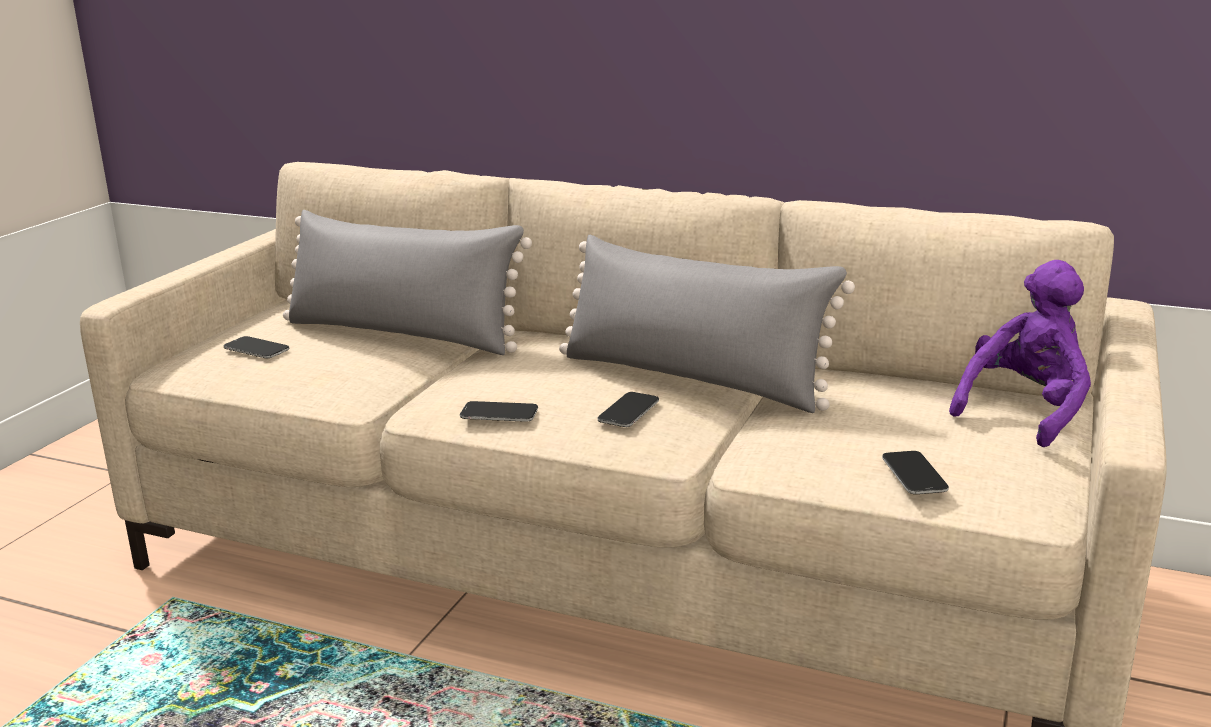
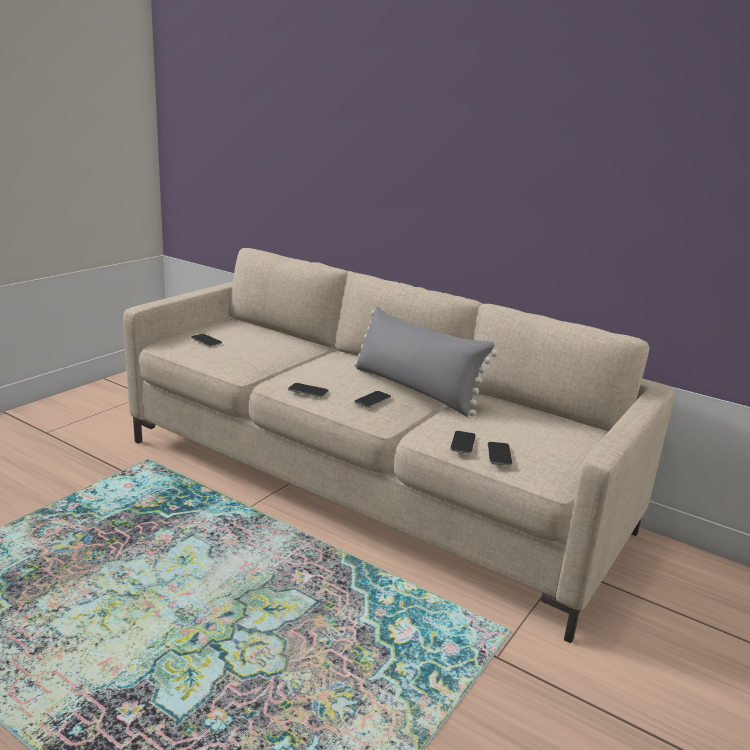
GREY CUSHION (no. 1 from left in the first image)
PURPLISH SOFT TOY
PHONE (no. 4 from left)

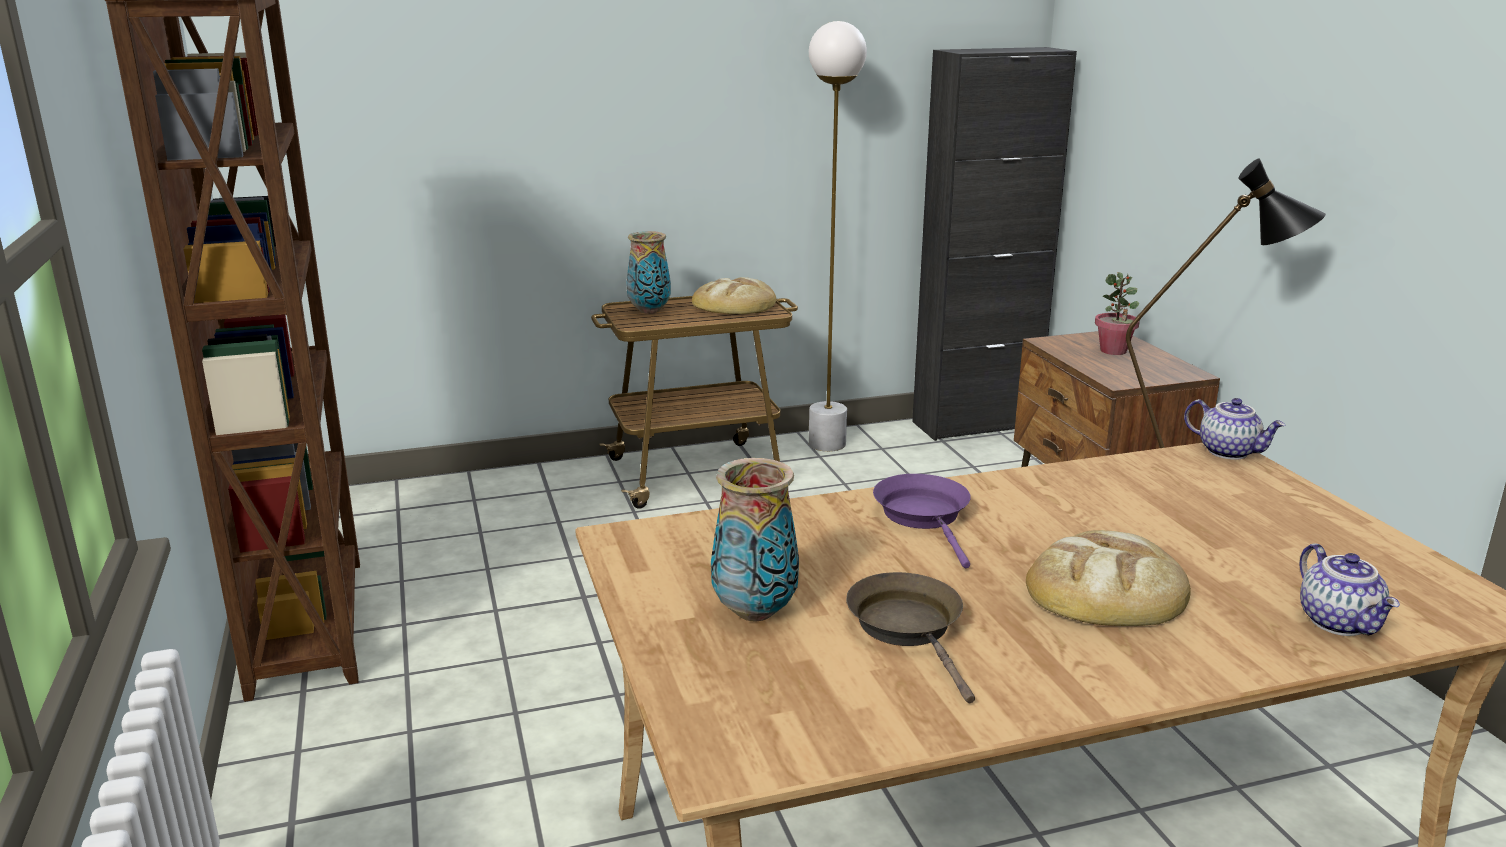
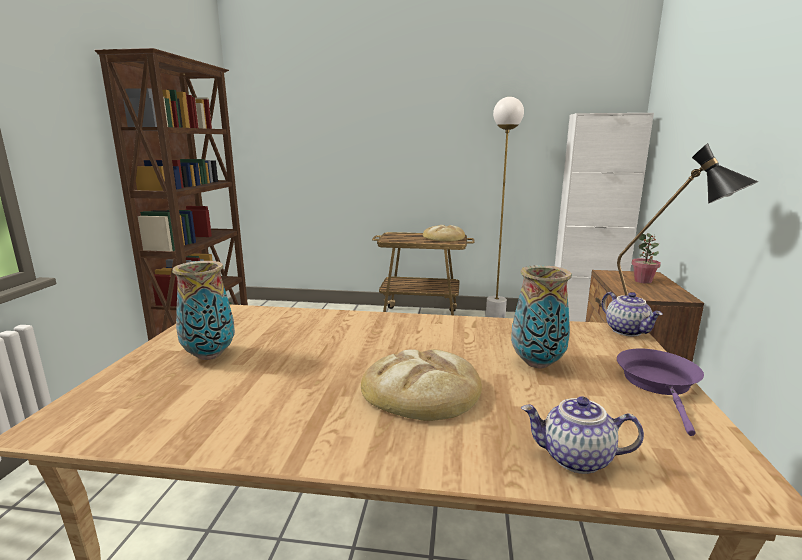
BROWNISH SKILLET
DECORATIVE VASE (no. 2 from left)
PURPLISH SKILLET
WHITISH STORAGE CABINET
TEA POT (no. 1 from left)

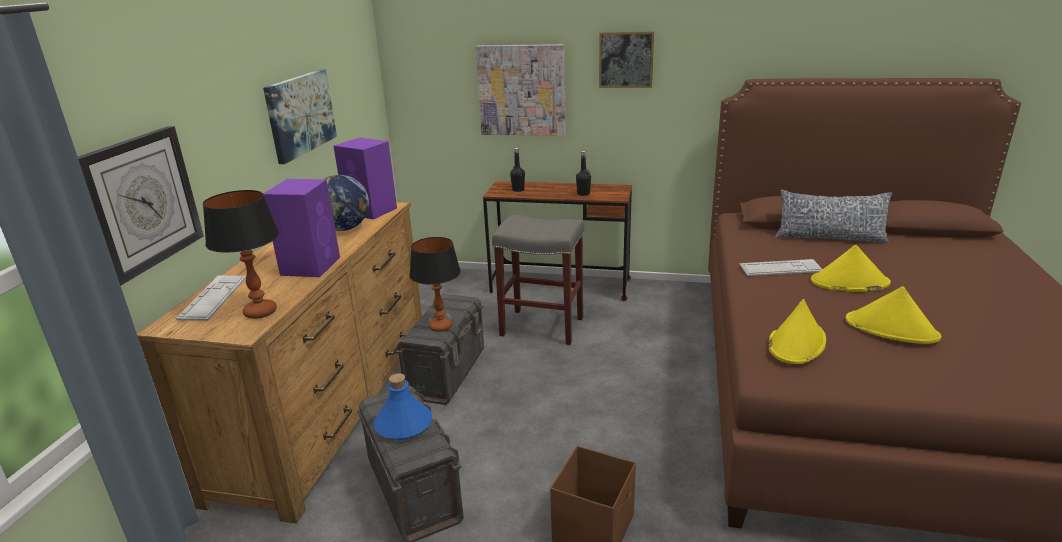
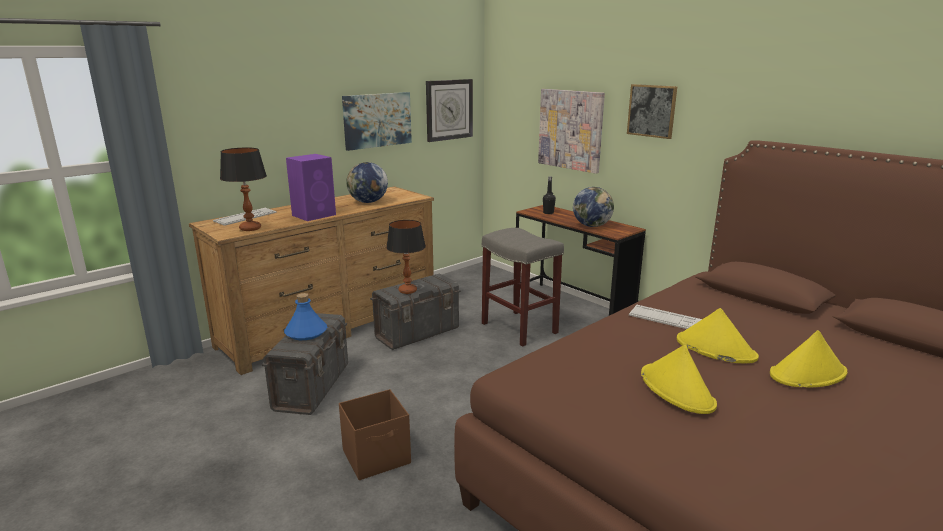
PURPLISH LOUDSPEAKER (no. 2 from left in the first image)
CUSHION
WALL CLOCK
YELLOW-COLOURED HAT (no. 3 from left)
DESK GLOBE (no. 2 from left)

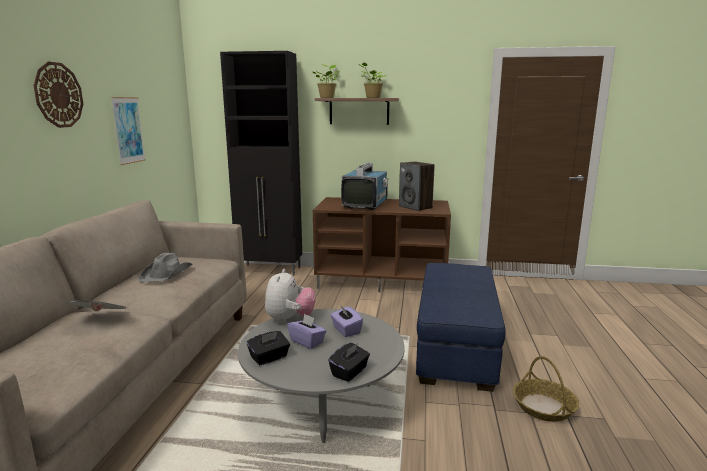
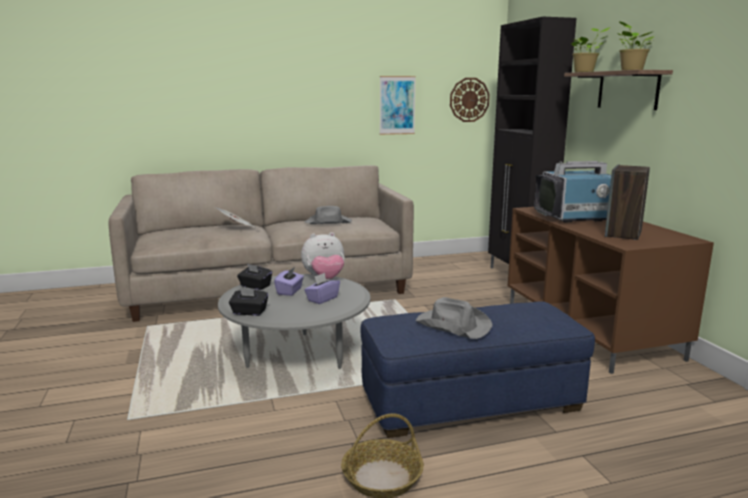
GREY HAT (no. 2 from left)
WALL CLOCK

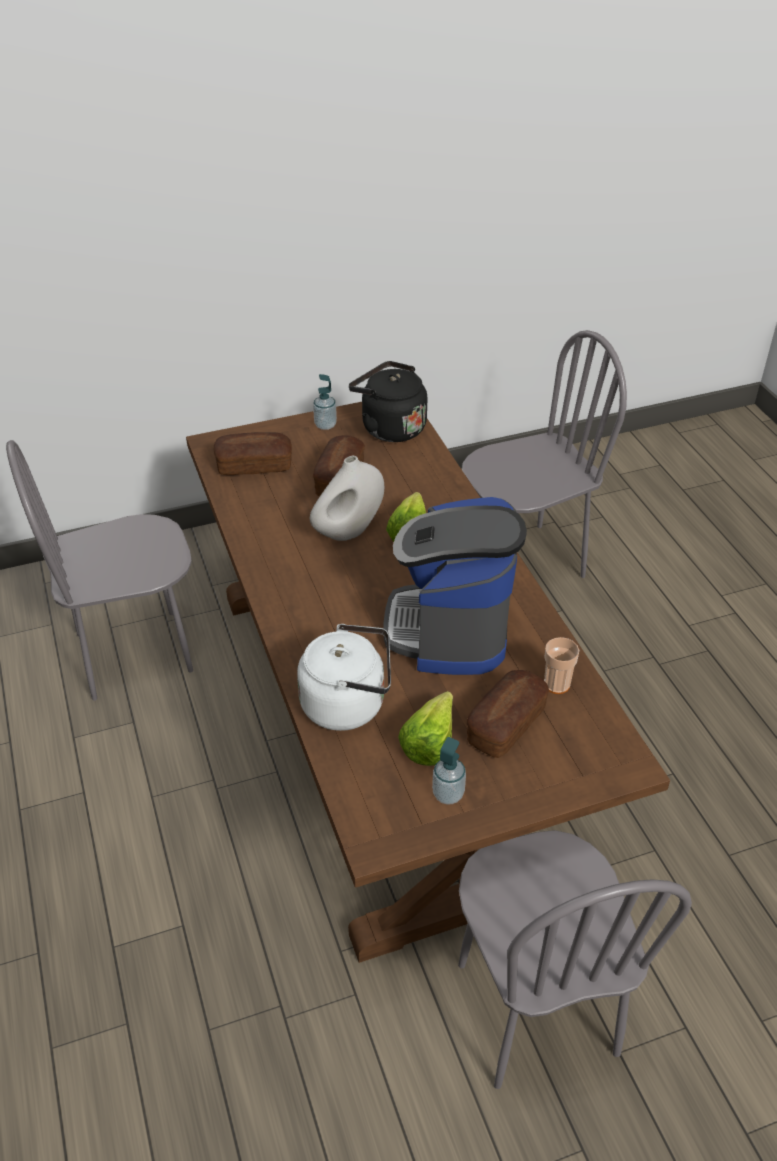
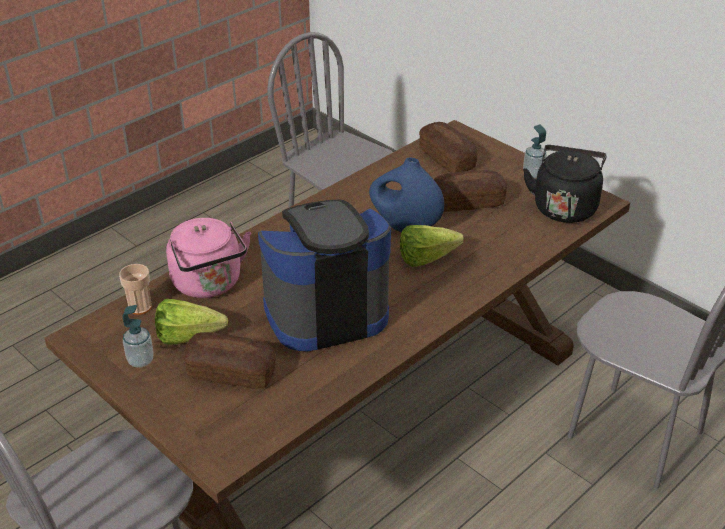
DRINKING CUP
PINKISH TEA KETTLE
BLUE DECORATIVE VASE

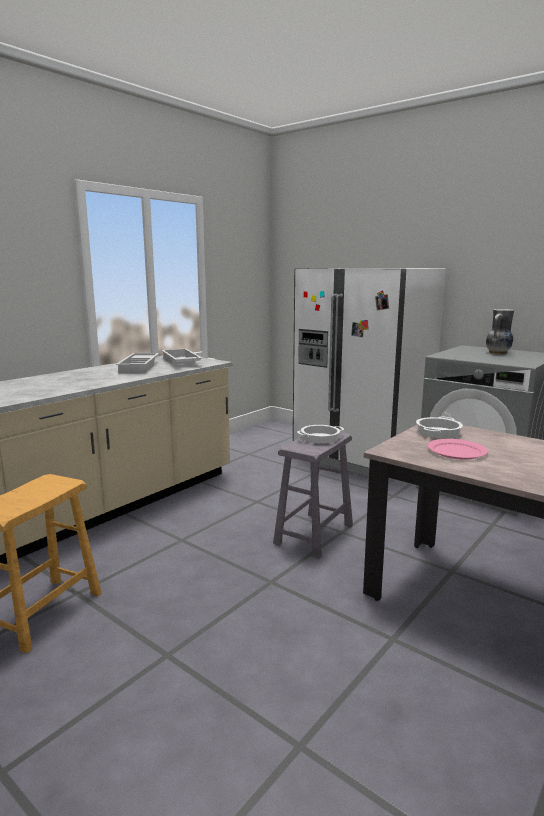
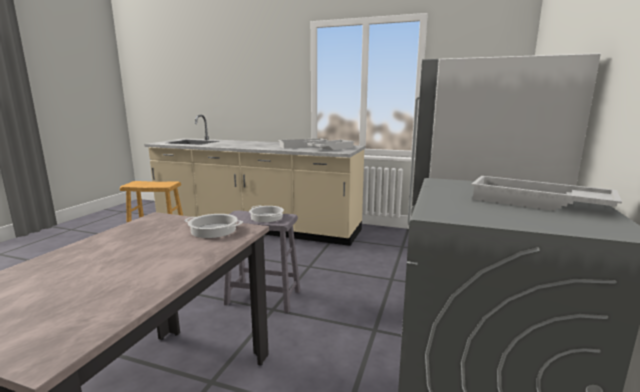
PINKISH FLAT DISH
WHITISH TRAY (no. 3 from left)

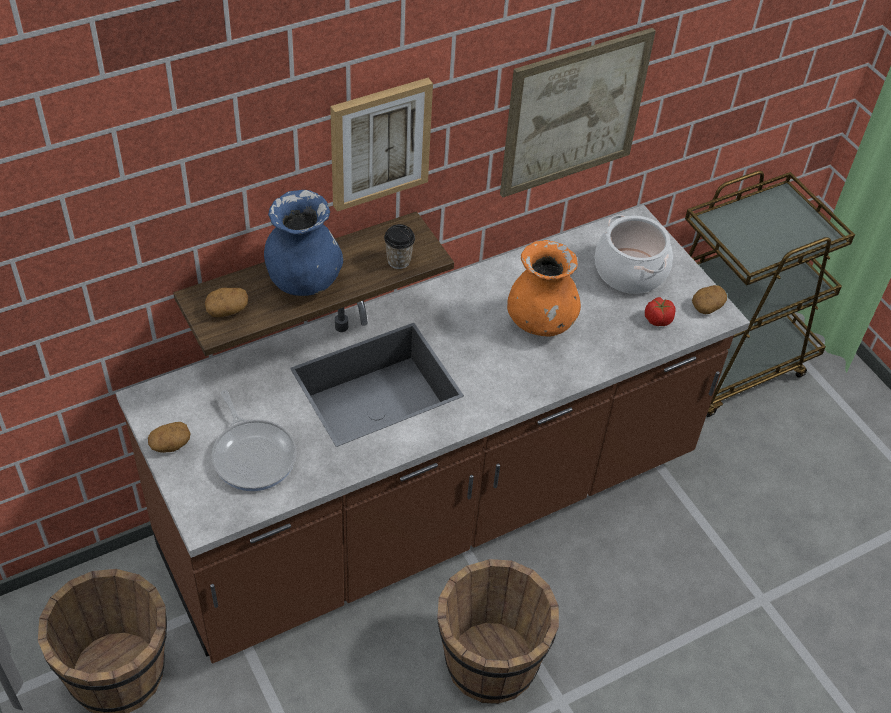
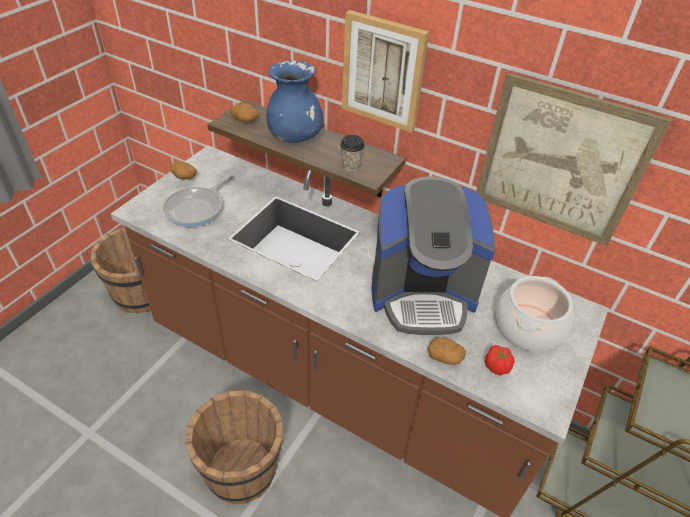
POTATO (no. 3 from left)
COFFEE MACHINE

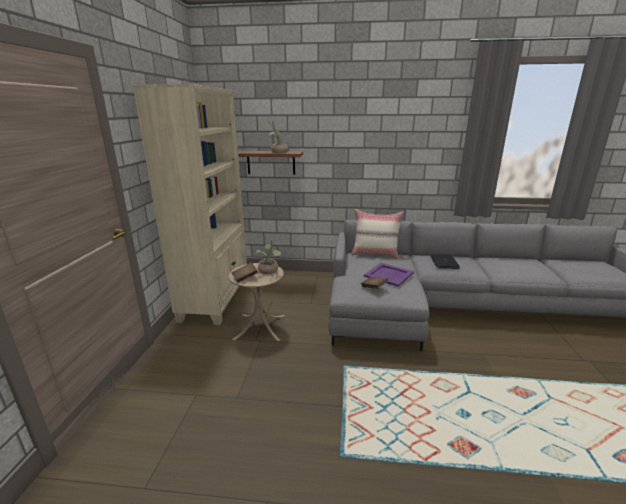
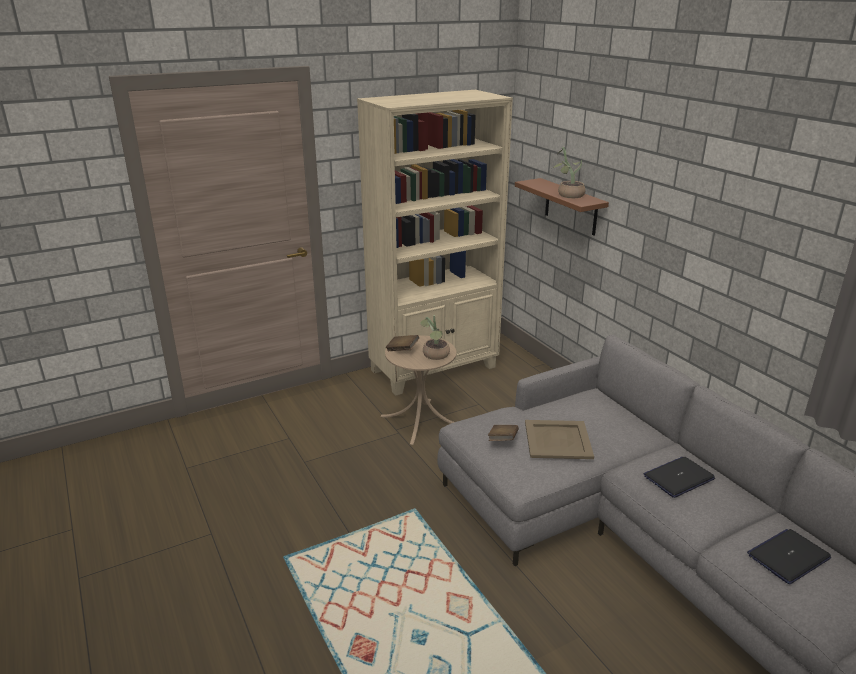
SAND-COLOURED CUSHION
NOTEBOOK COMPUTER (no. 2 from left)
SAND-COLOURED TRAY

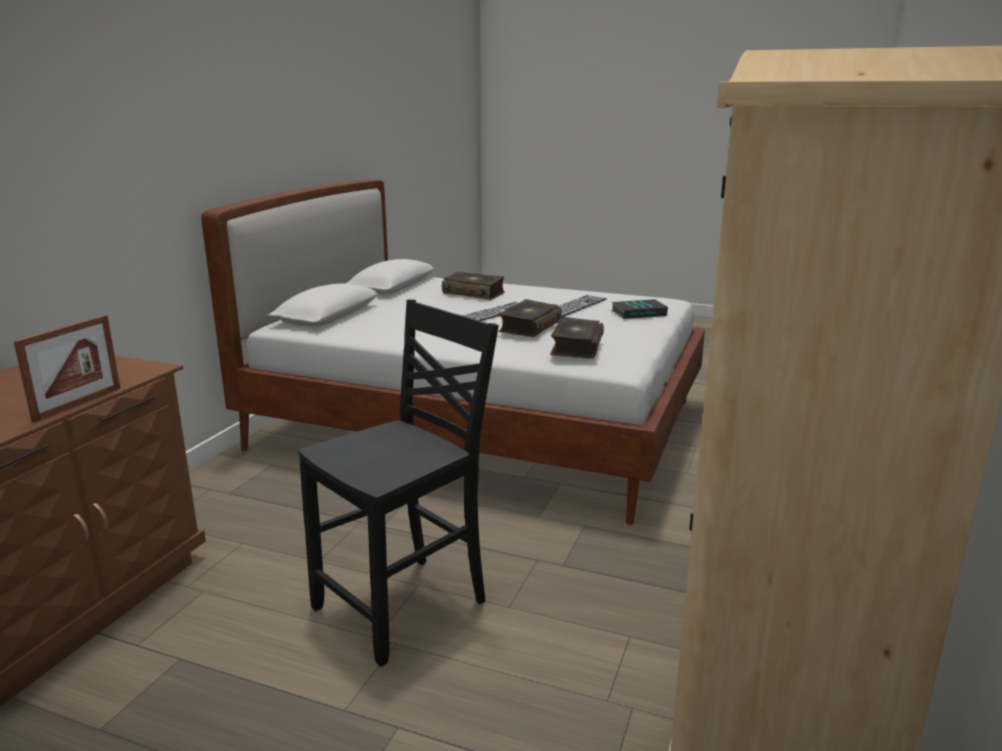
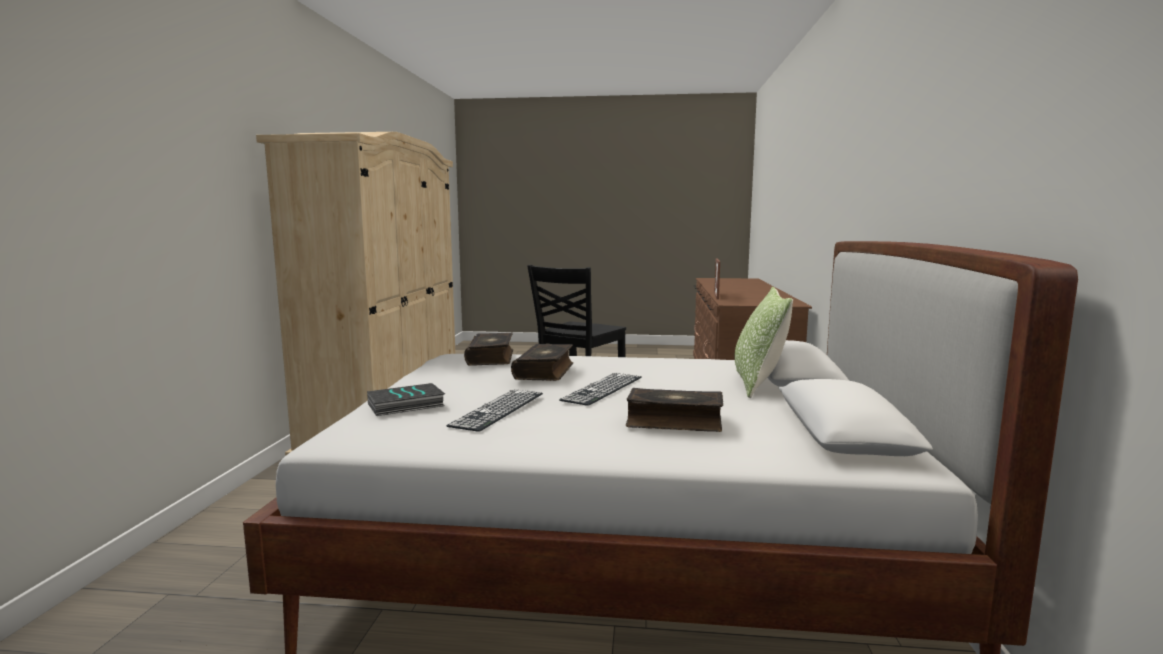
CUSHION

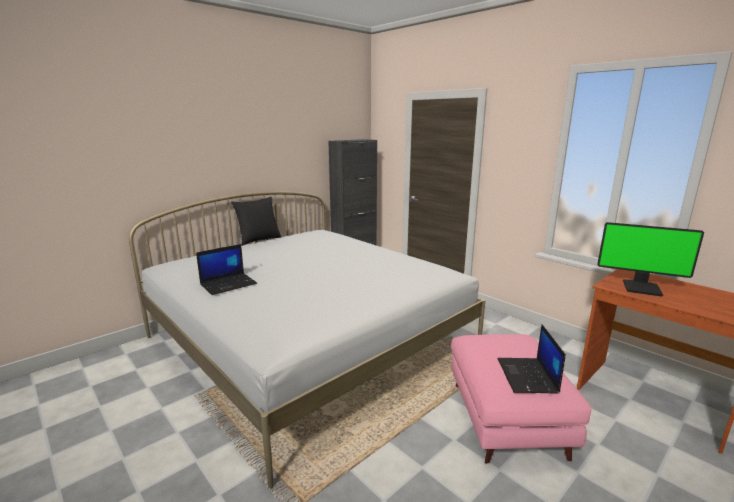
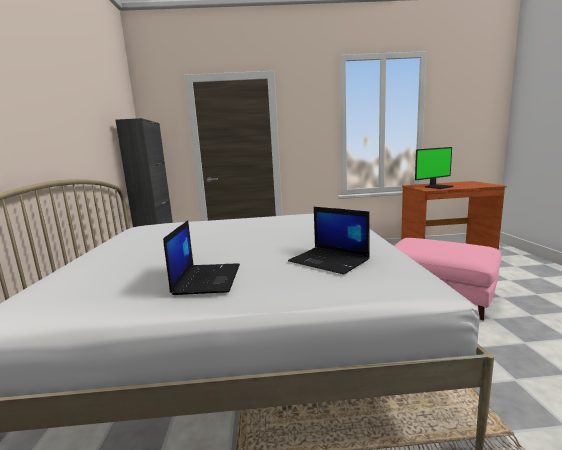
BLACK-COLOURED CUSHION
NOTEBOOK COMPUTER (no. 2 from left)

